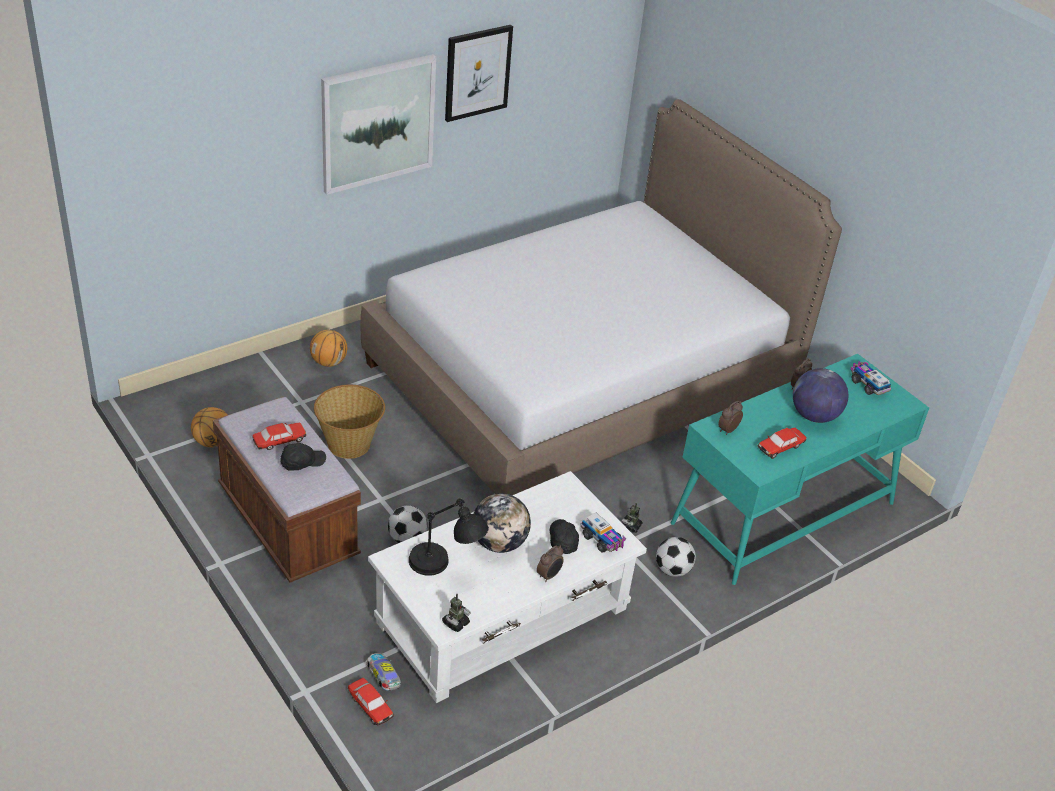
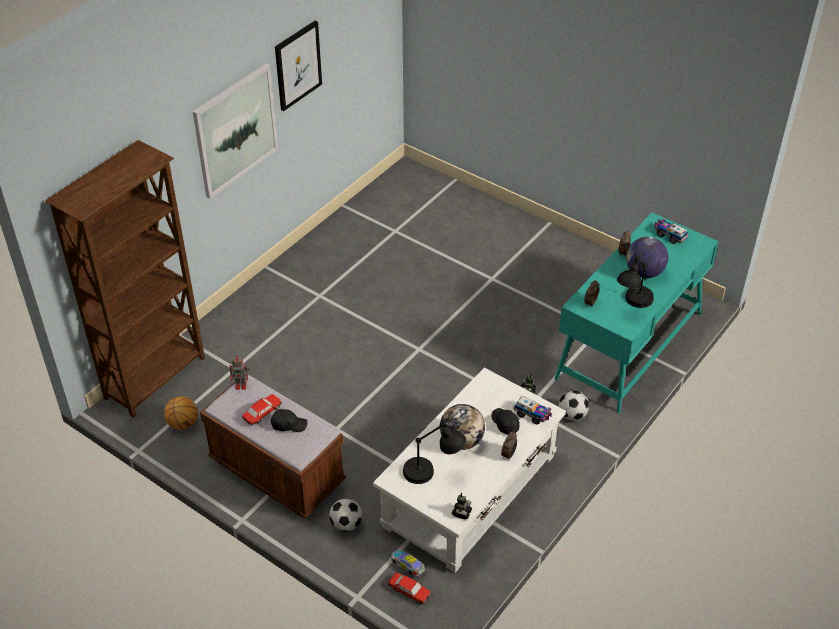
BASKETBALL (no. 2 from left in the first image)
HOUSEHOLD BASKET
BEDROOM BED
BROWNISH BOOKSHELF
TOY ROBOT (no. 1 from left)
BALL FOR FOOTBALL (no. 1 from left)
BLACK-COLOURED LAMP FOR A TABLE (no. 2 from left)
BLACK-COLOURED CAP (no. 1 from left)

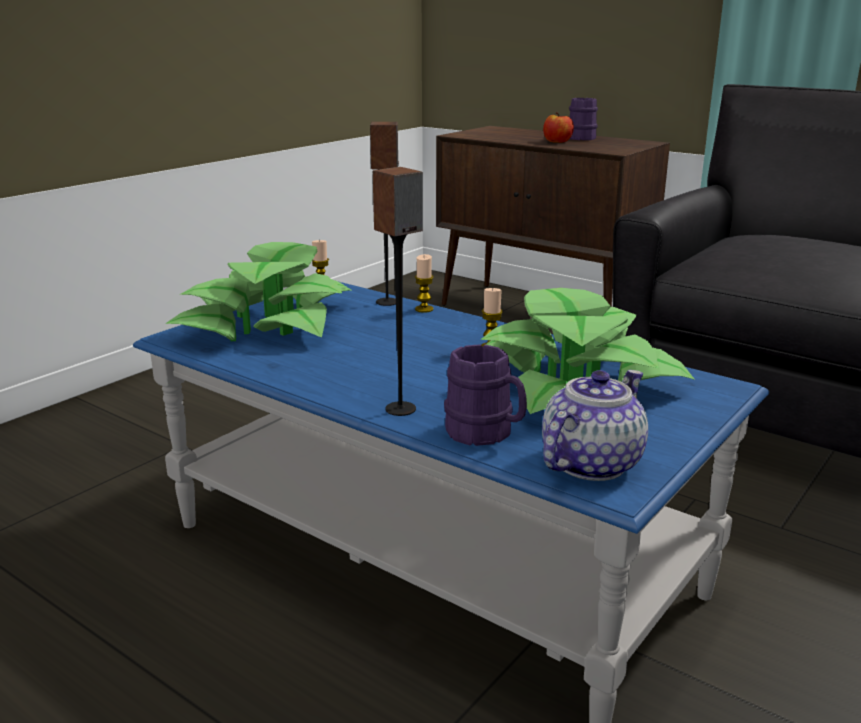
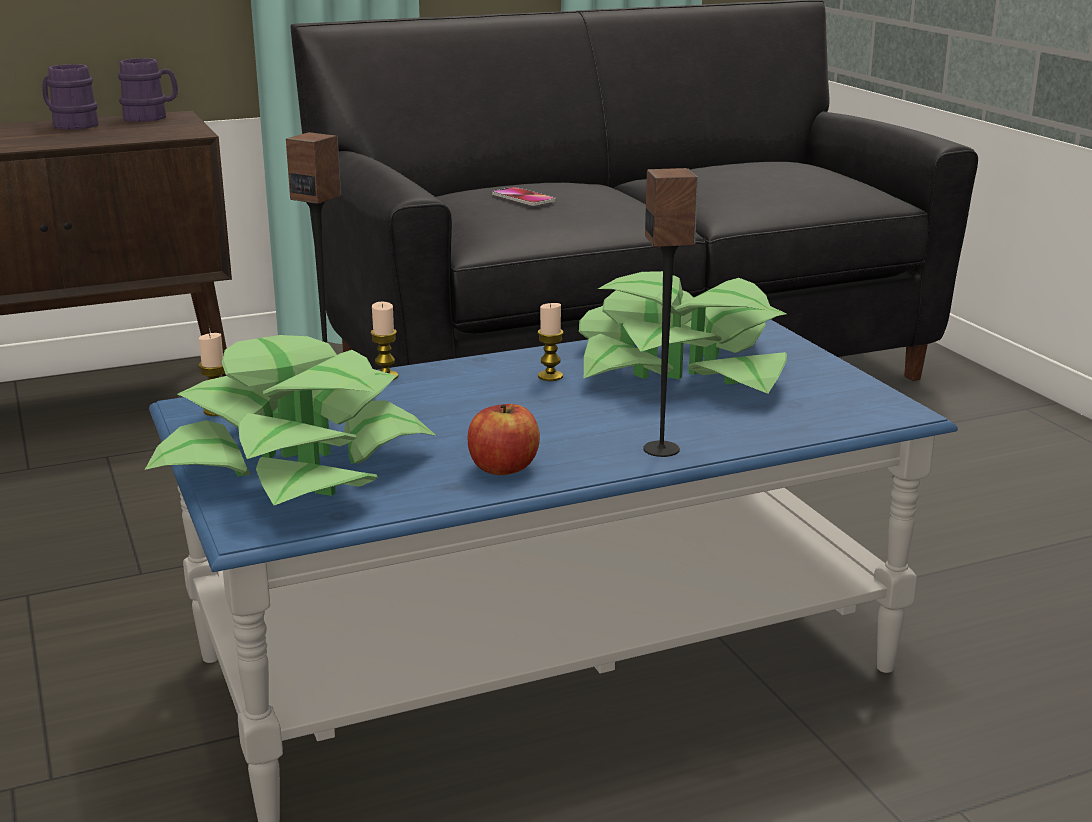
TEA POT
PHONE
PURPLISH TEA MUG (no. 2 from left)
APPLE

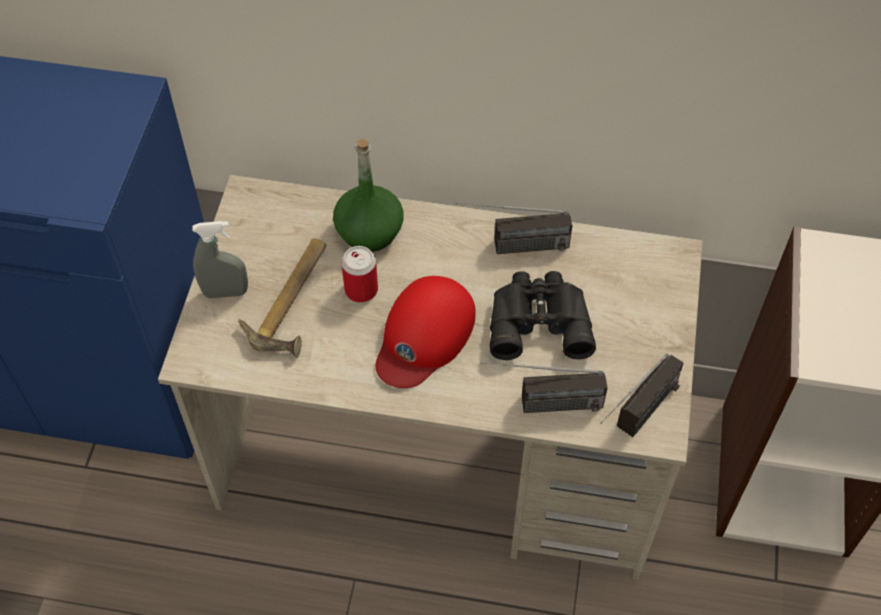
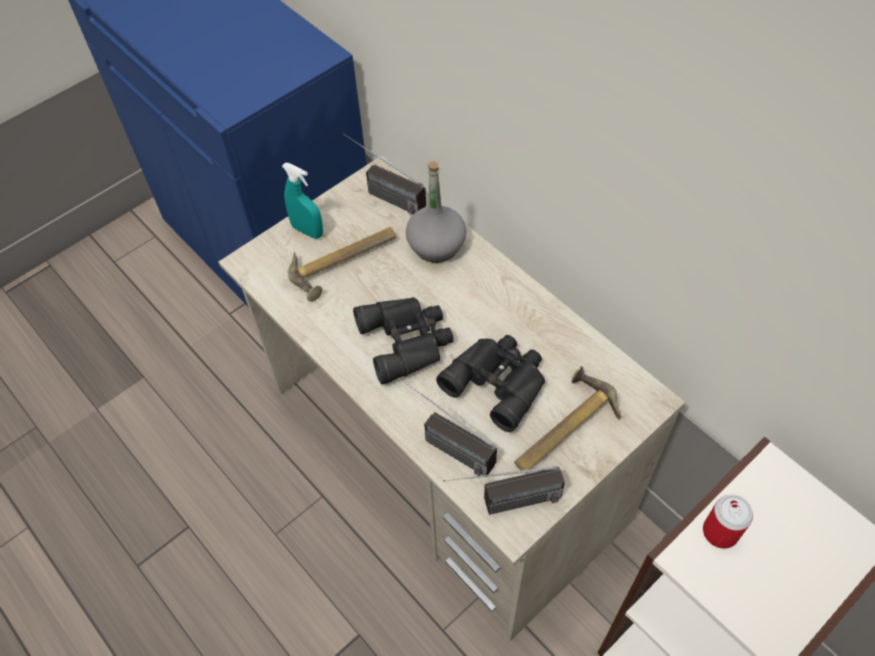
TOOL HAMMER (no. 2 from left)
METAL CAN
RADIO SET (no. 1 from left)
BLACK-COLOURED BINOCULARS (no. 1 from left)
TURQUOISE HAND SPRAYER
GREY BOTTLE

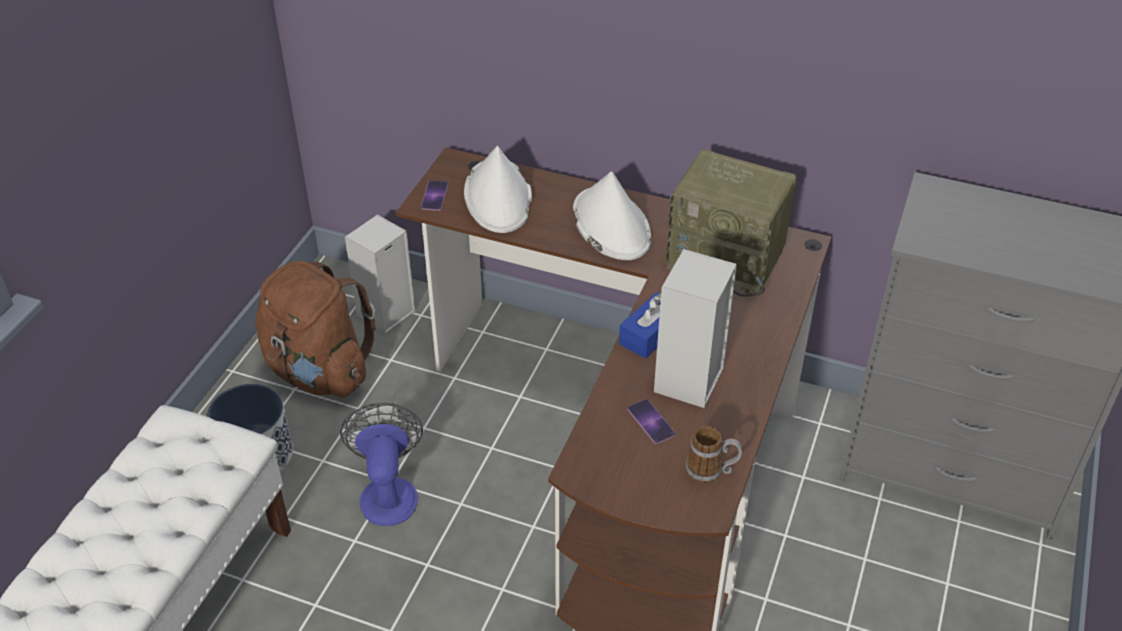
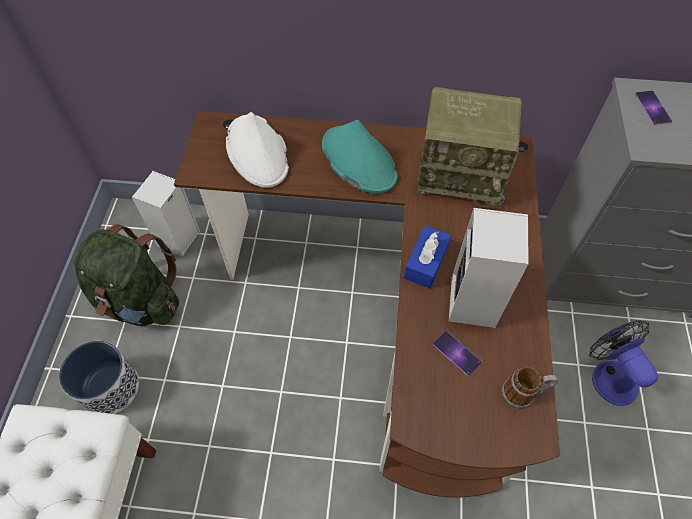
ELECTRIC FAN
PHONE (no. 2 from left)
GREEN-COLOURED BACKPACK
TURQUOISE HAT

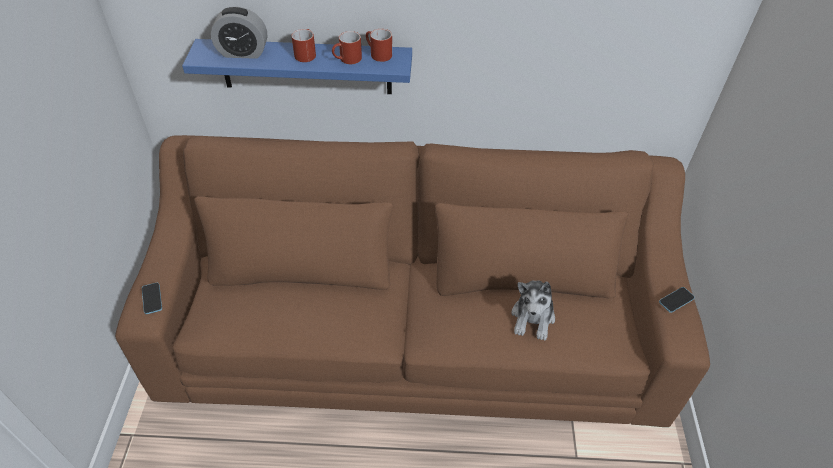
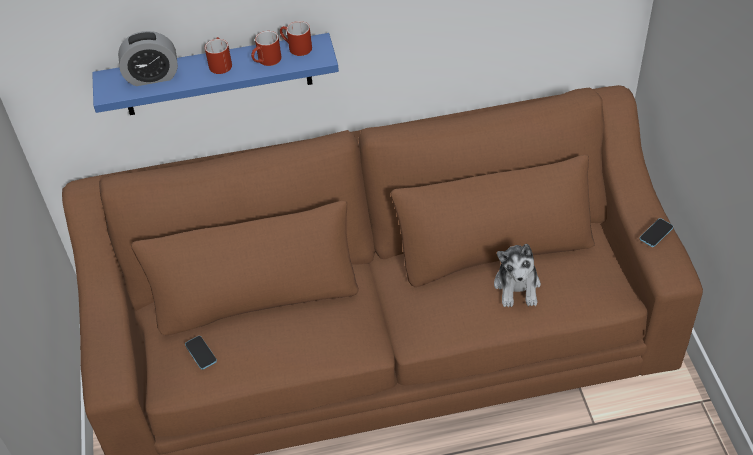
PHONE (no. 1 from left)

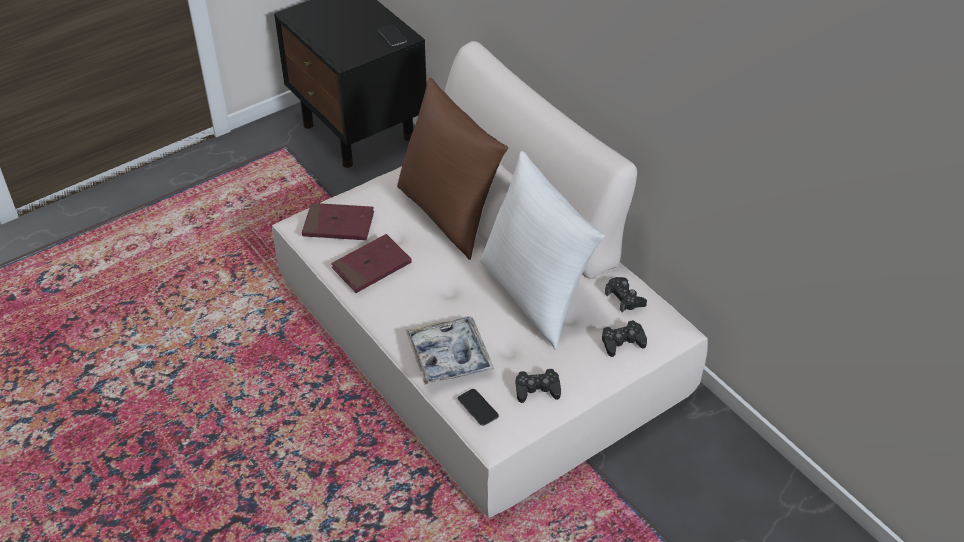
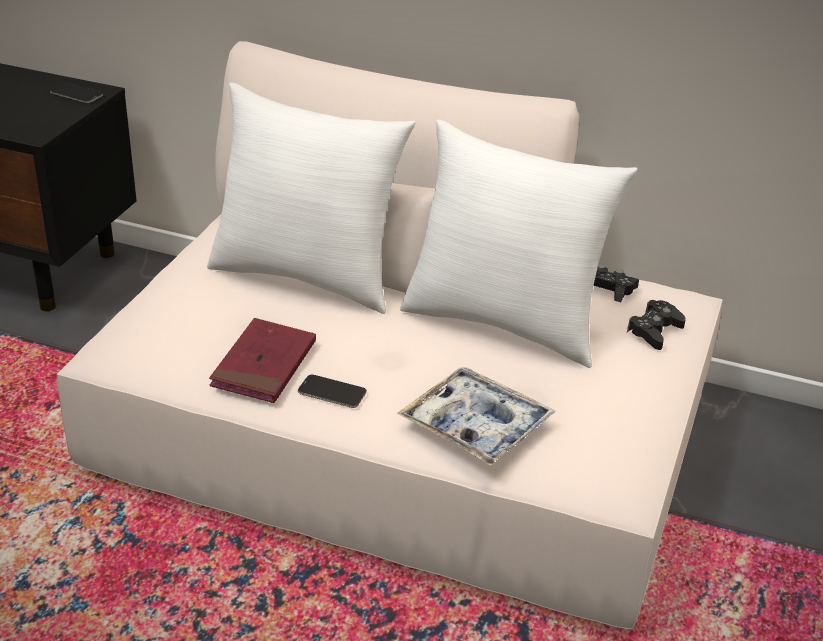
REDDISH BOUND BOOK (no. 1 from left in the first image)
BLACK-COLOURED JOYPAD (no. 1 from left in the first image)
PHONE (no. 2 from left)
WHITISH CUSHION (no. 1 from left)

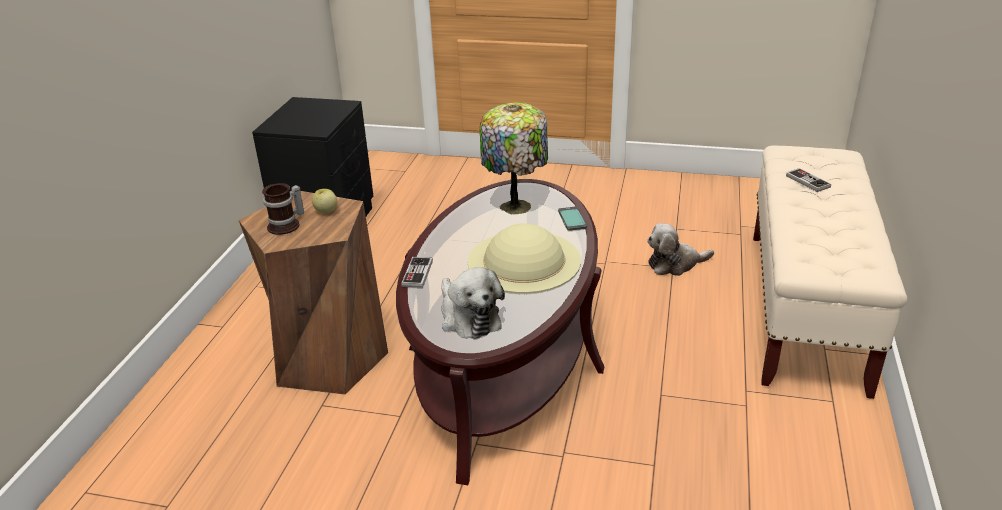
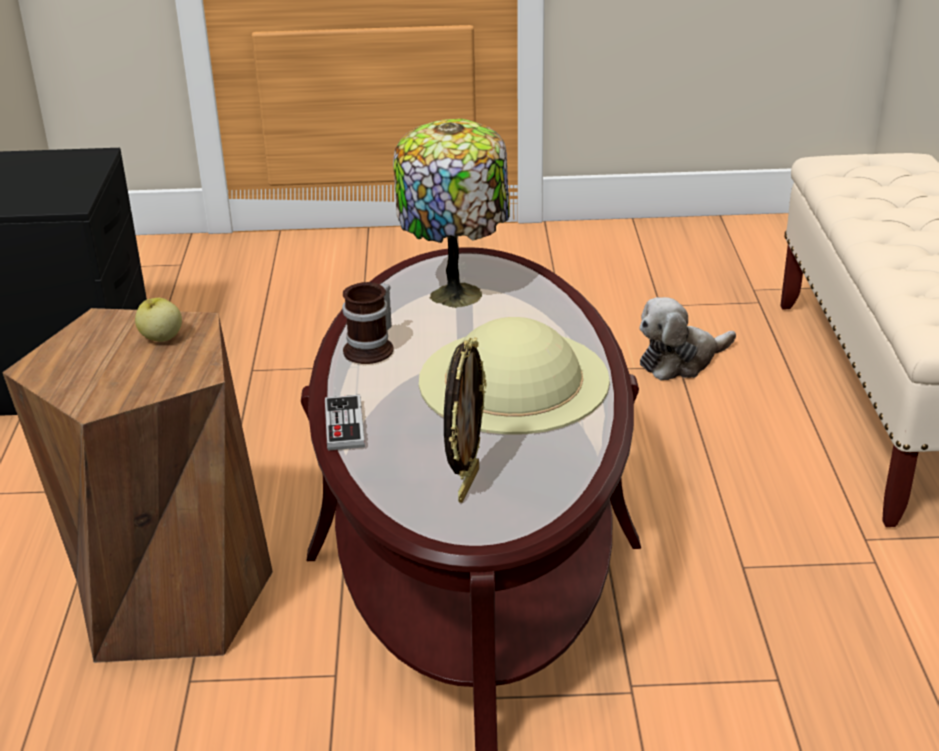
PHONE
JOYPAD (no. 2 from left in the first image)
TEA MUG
PICTURE FRAME

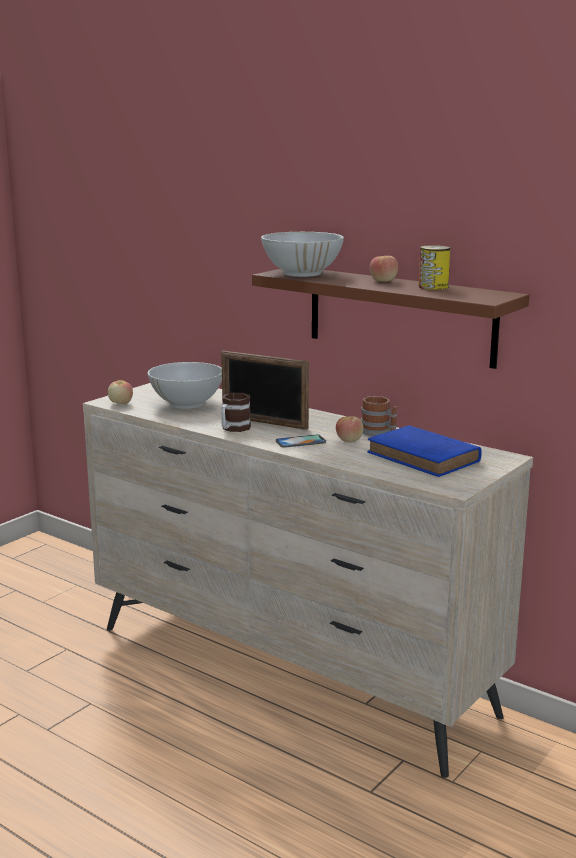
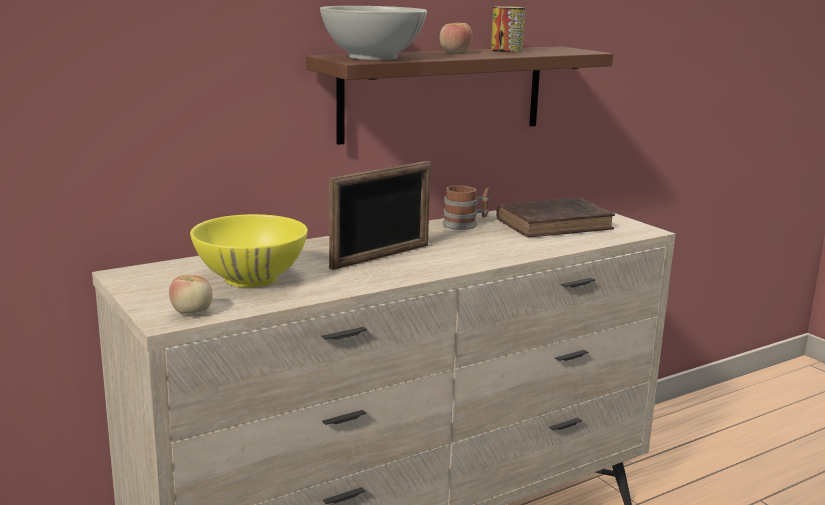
TEA MUG (no. 1 from left in the first image)
PHONE
APPLE (no. 2 from left in the first image)
YELLOW-COLOURED DEEP DISH
BROWNISH BOUND BOOK

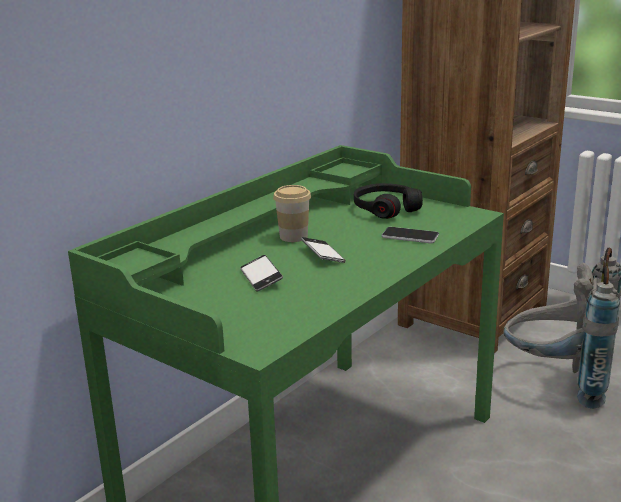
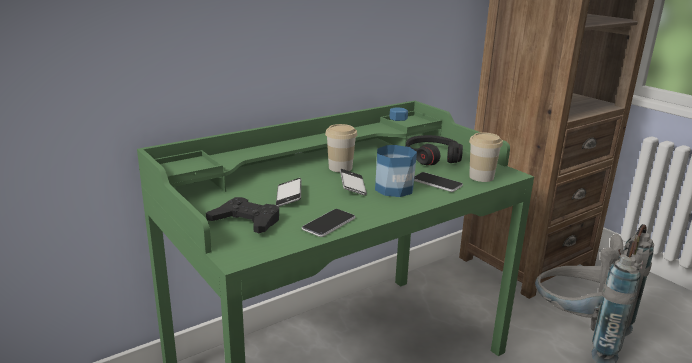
BLACK-COLOURED JOYPAD
PHONE (no. 2 from left)
BOTTLE
DRINKING CUP (no. 2 from left)

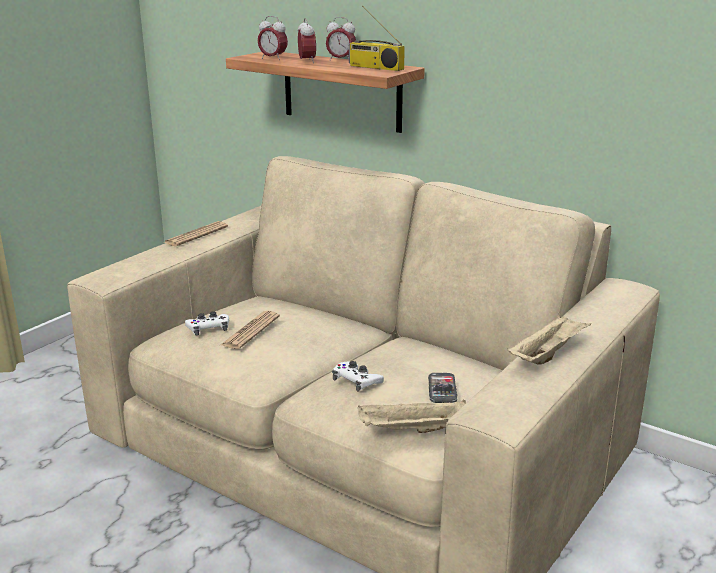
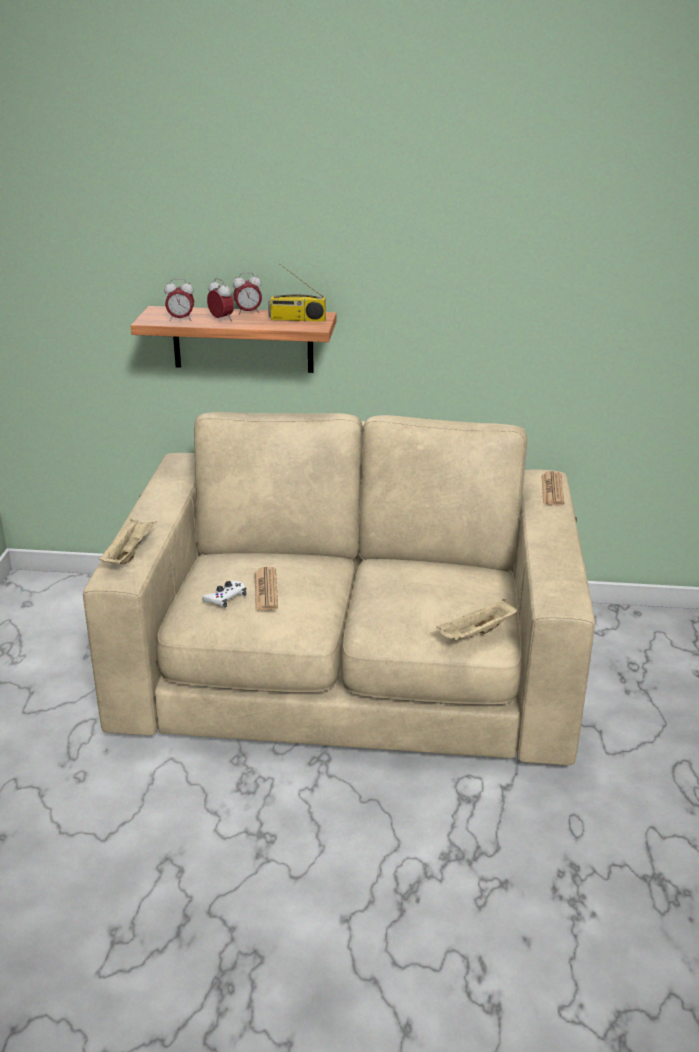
WHITISH JOYPAD (no. 2 from left in the first image)
PHONE
NEWSPAPER (no. 2 from left)
SAND-COLOURED TRAY (no. 1 from left)

